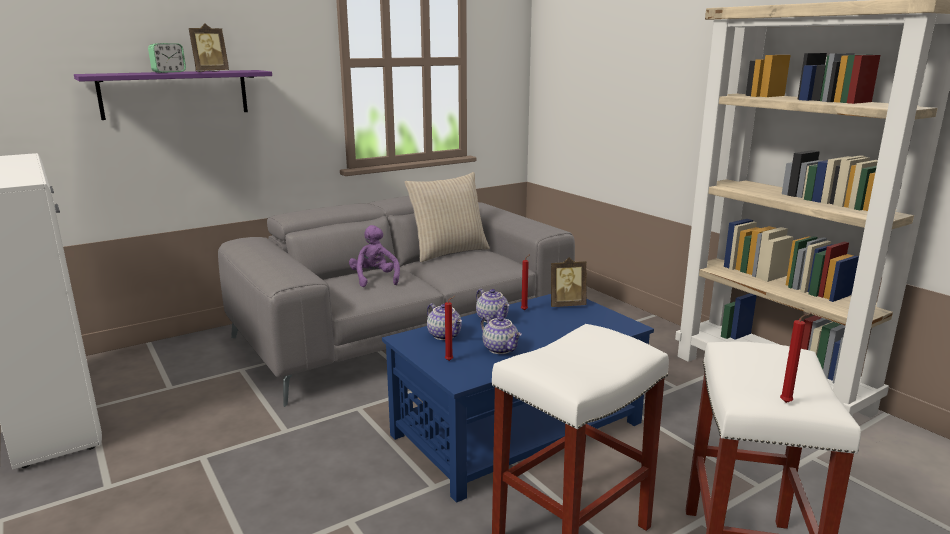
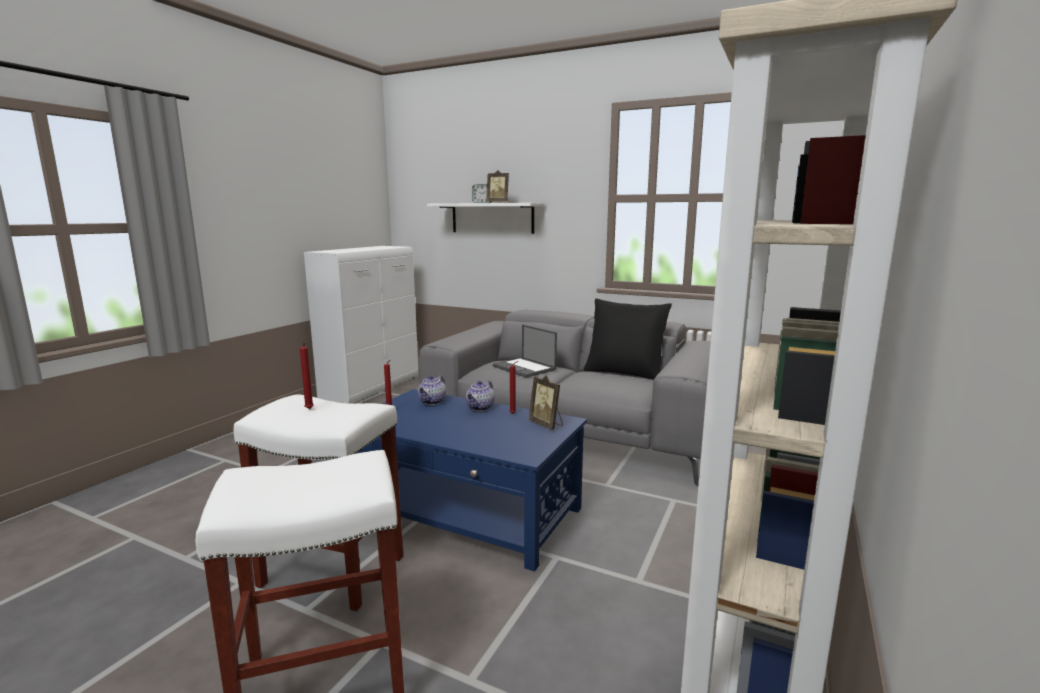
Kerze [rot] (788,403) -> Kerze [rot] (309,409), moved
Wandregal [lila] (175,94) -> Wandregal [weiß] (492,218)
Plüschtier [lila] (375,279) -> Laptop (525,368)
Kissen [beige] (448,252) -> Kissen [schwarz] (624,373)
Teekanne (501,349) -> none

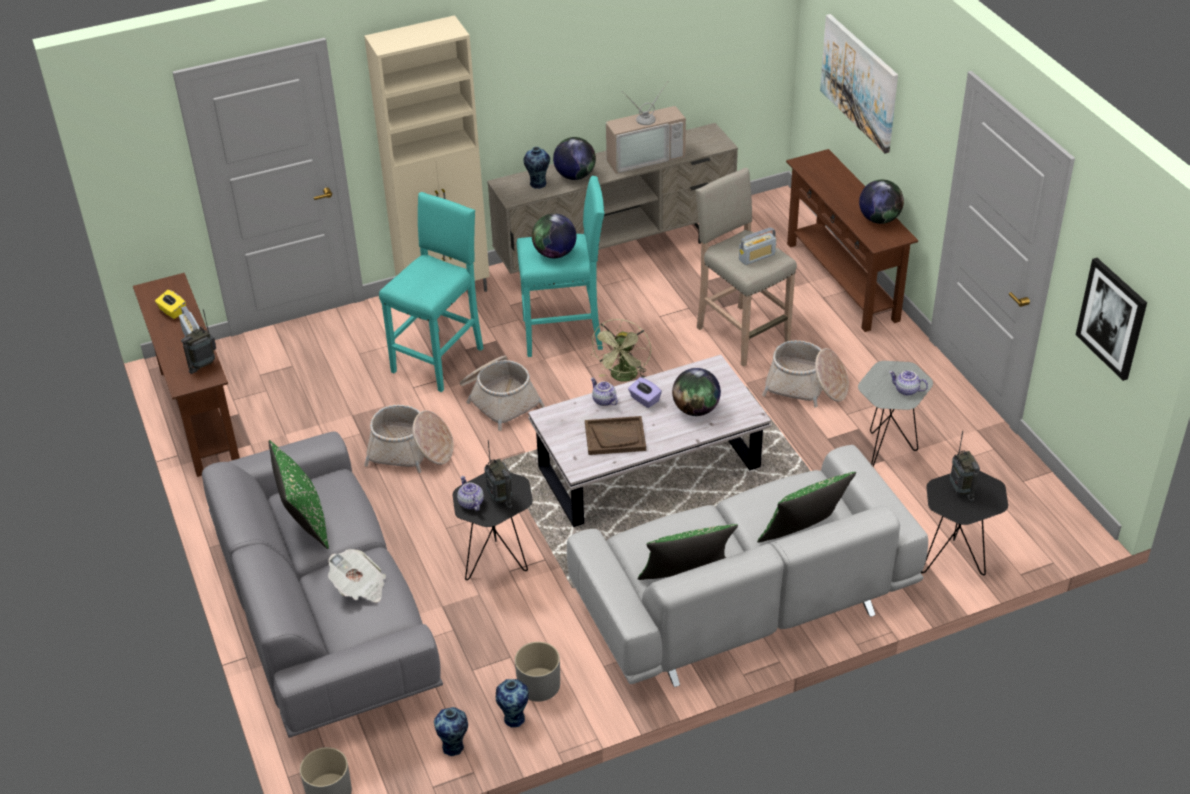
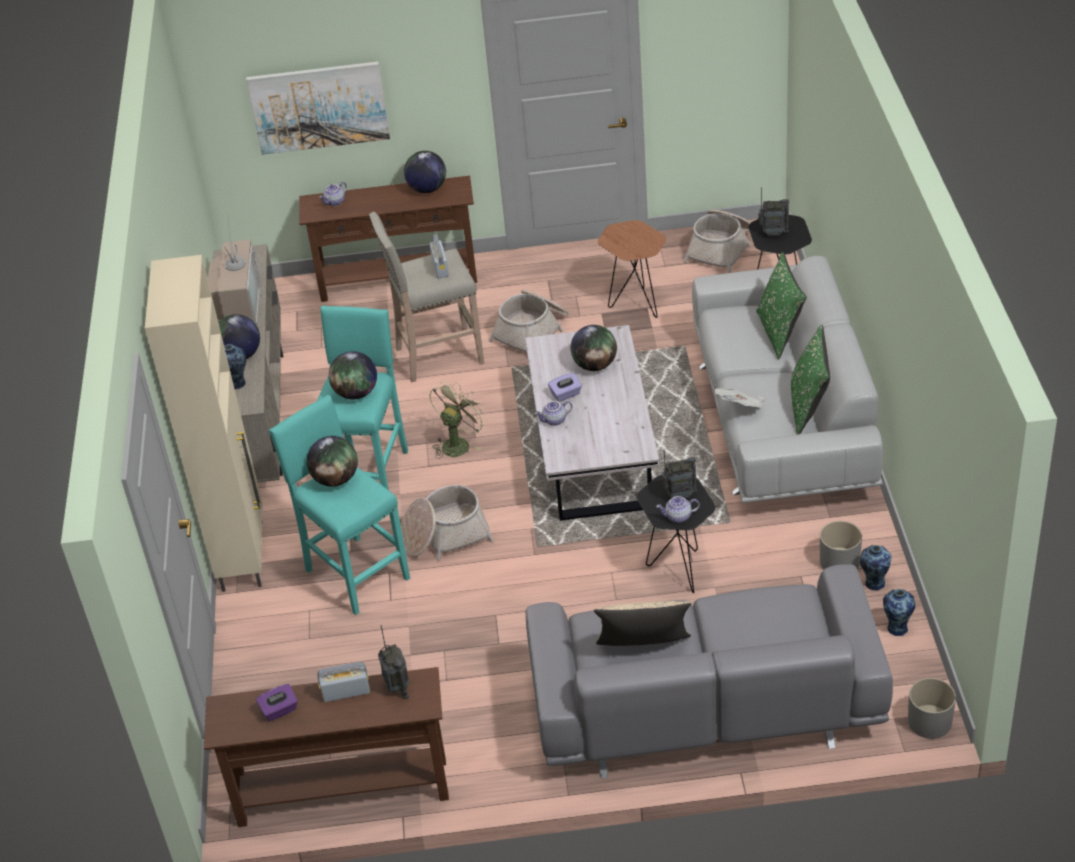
Taschentuchbox [gelb] (172,311) -> Taschentuchbox [lila] (279,710)
none -> Globus (336,479)
Teekanne (906,390) -> Teekanne (335,202), moved
Ventilator [grün] (623,377) -> Ventilator [grün] (458,443), 90 degrees counterclockwise
Kissen [grün] (304,523) -> Kissen [beige] (644,652)
Beistelltisch [grau] (887,449) -> Beistelltisch [braun] (635,303)
Korb (410,451) -> Korb (721,249), moved
Zeitung (359,587) -> Zeitung (741,407), moved
Tablett [braun] (615,437) -> none
Bild (1112,318) -> none

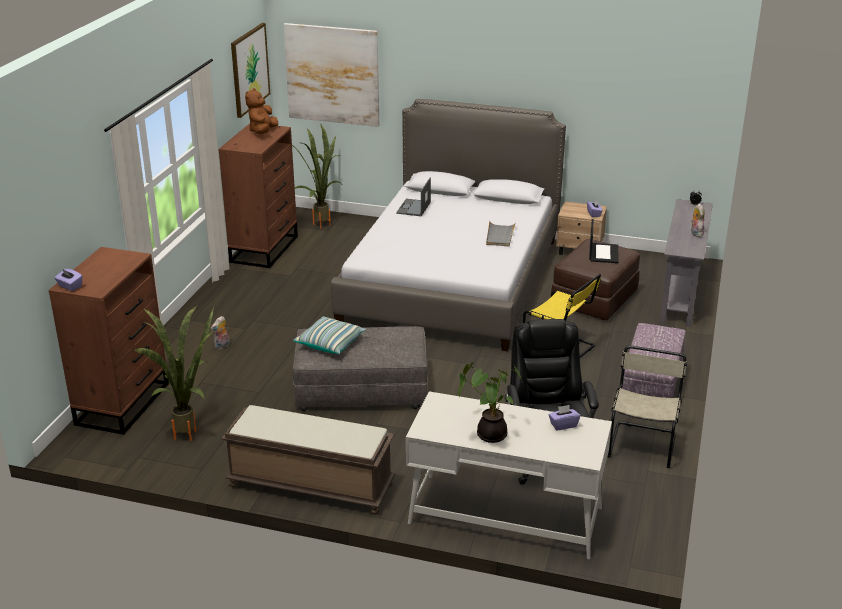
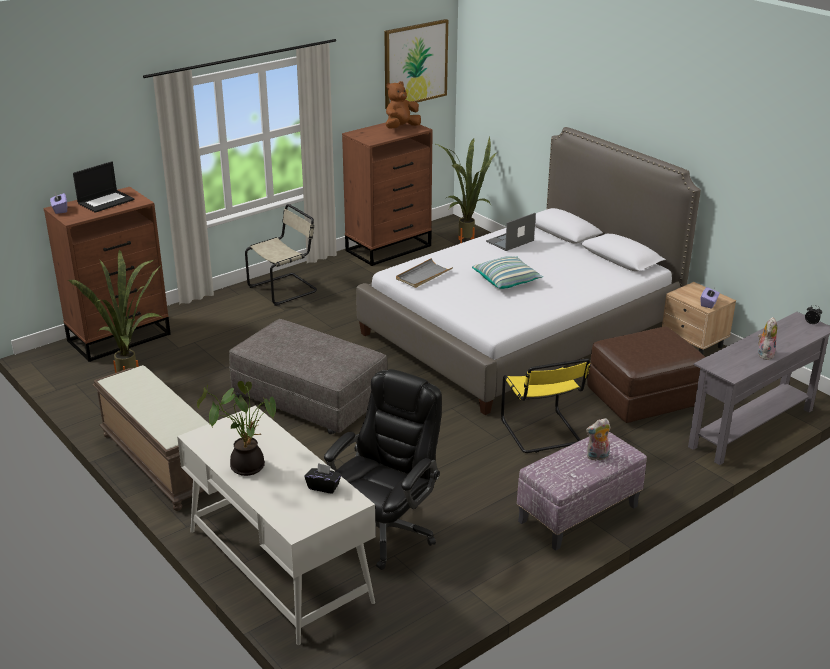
Laptop (603,253) -> Laptop (106,201), moved
Stuhl [beige] (642,444) -> Stuhl [beige] (285,289), moved
Taschentuchbox [lila] (563,425) -> Taschentuchbox [schwarz] (323,487)
Tablett [grau] (500,236) -> Tablett [grau] (423,275), moved
Kissen (330,343) -> Kissen (507,280), moved
Plüschtier (222,346) -> Plüschtier (597,457), moved
Bild (332,74) -> none

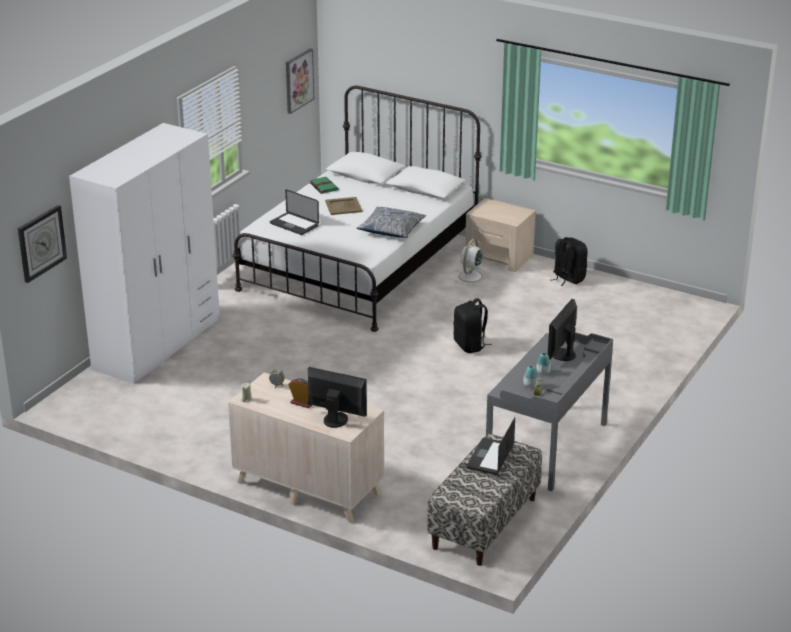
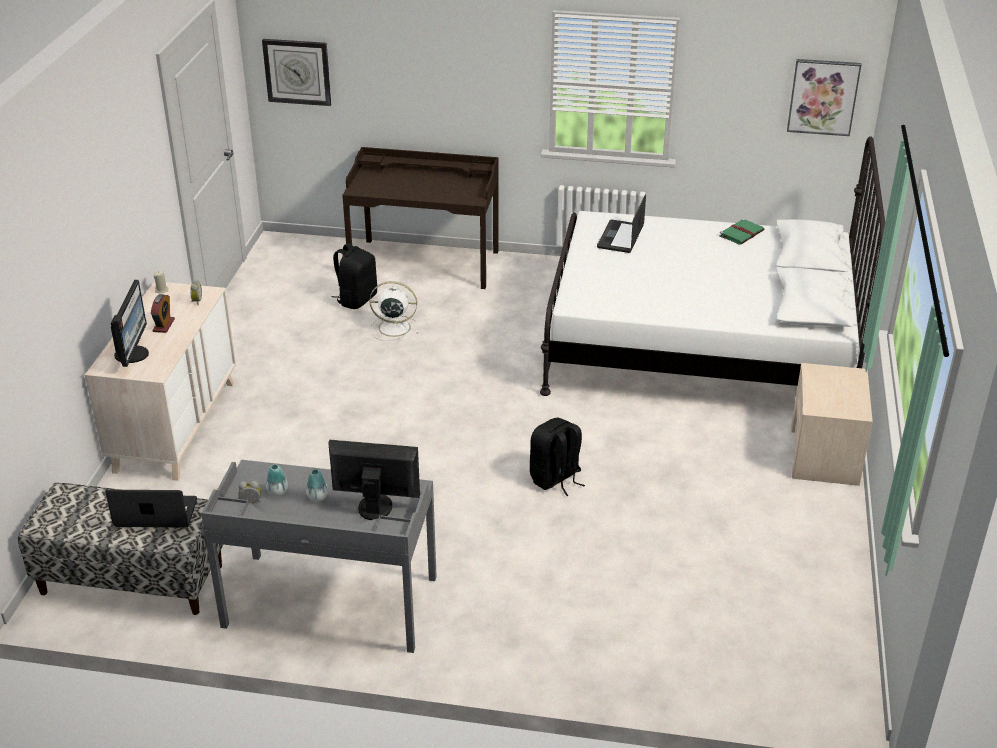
Rucksack [schwarz] (568,278) -> Rucksack [schwarz] (356,299), moved
Kleiderschrank [weiß] (157,344) -> Schreibtisch [braun] (425,263)
Ventilator [weiß] (469,277) -> Ventilator [weiß] (393,328), moved
Tablett [beige] (343,206) -> none
Kissen (391,229) -> none

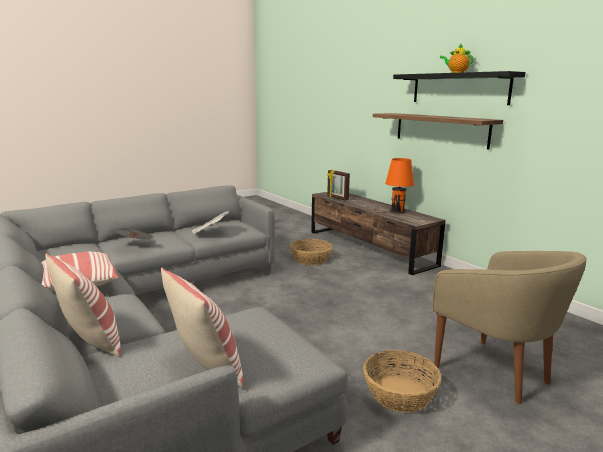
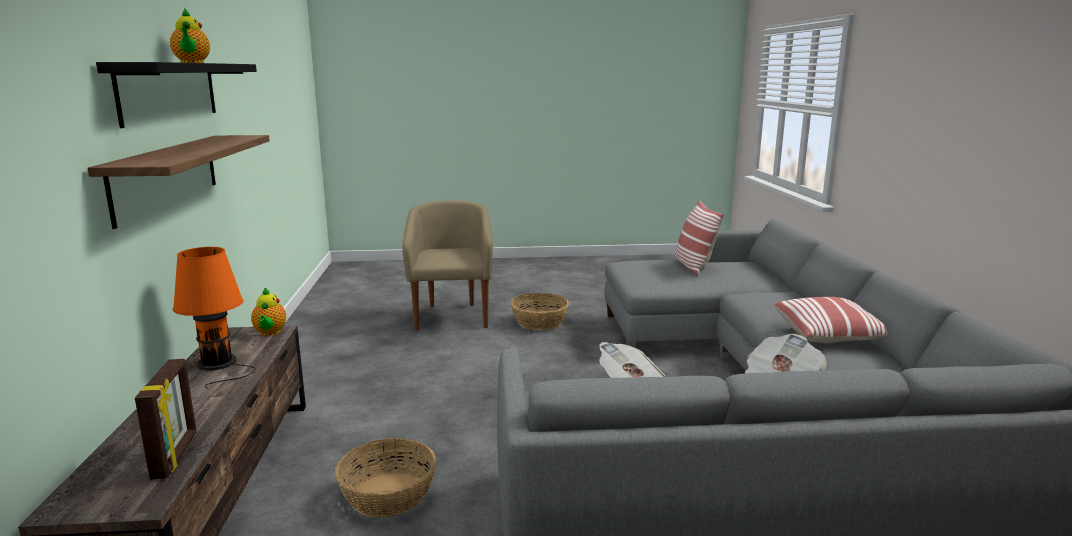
none -> Teekanne (270,332)
Kissen (91,341) -> none

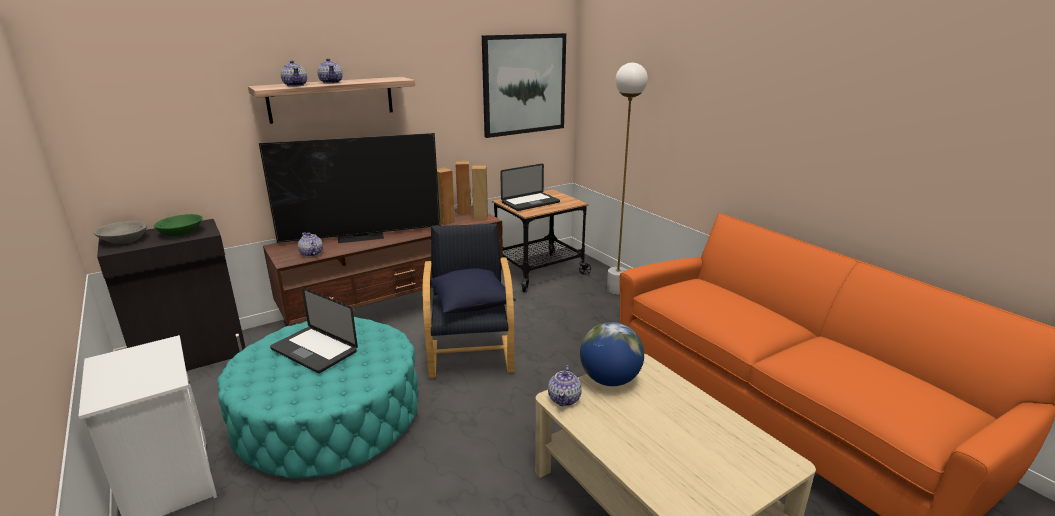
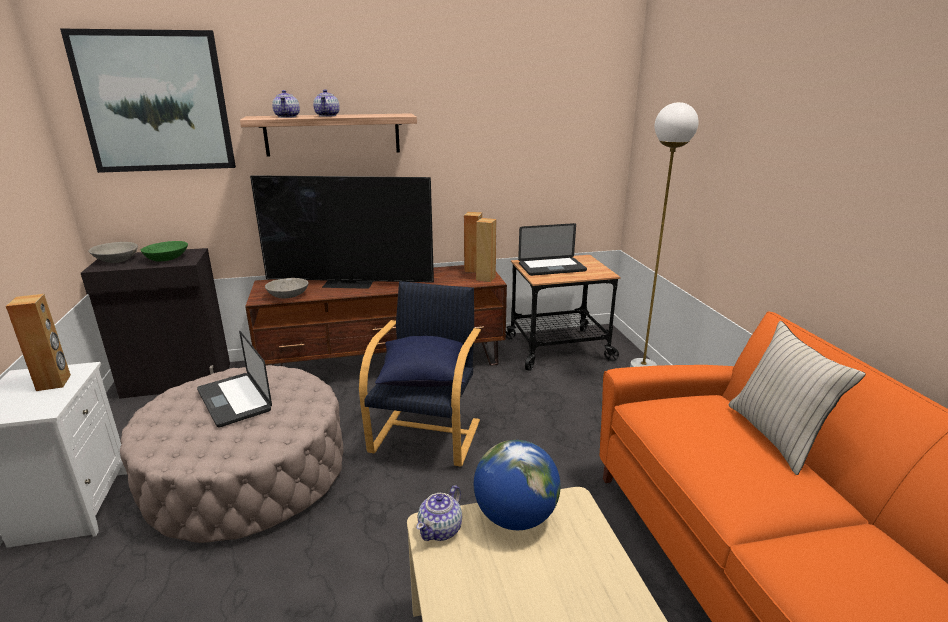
Lautsprecher [braun] (445,221) -> Lautsprecher [braun] (54,383), moved
Bild (524,84) -> Bild (155,102), moved
Polsterhocker [türkis] (329,418) -> Polsterhocker [beige] (246,474)
Teekanne (311,254) -> Schüssel [grau] (288,295)
none -> Kissen [beige] (776,436)

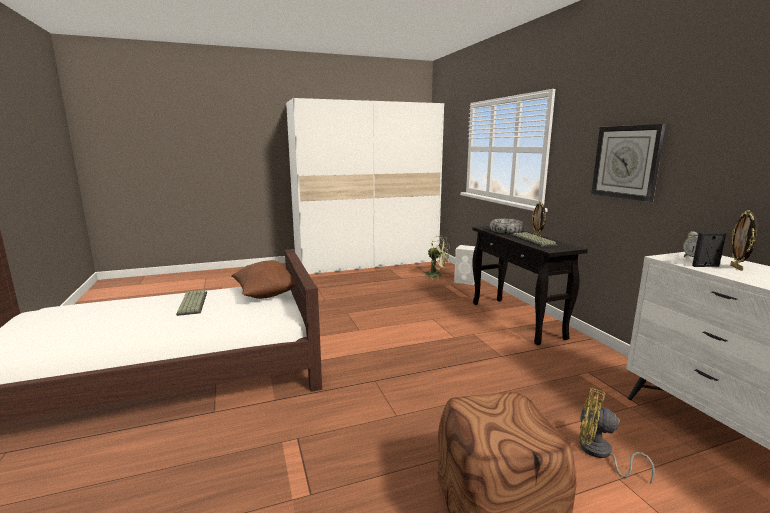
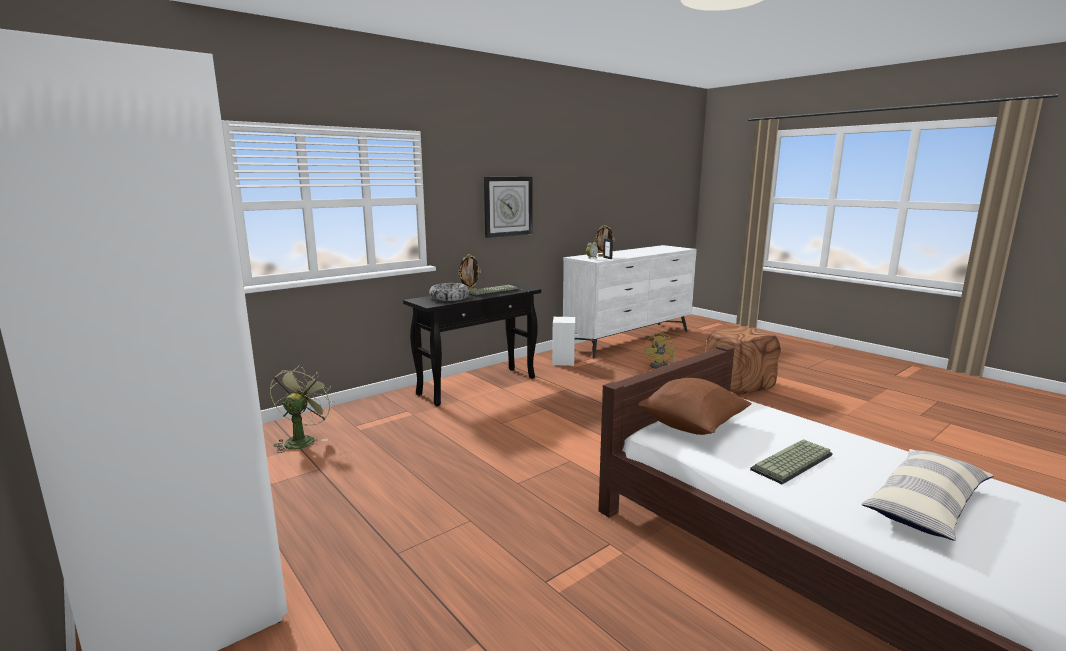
Lautsprecher [weiß] (466,281) -> Lautsprecher [weiß] (563,361), moved
none -> Kissen (926,506)

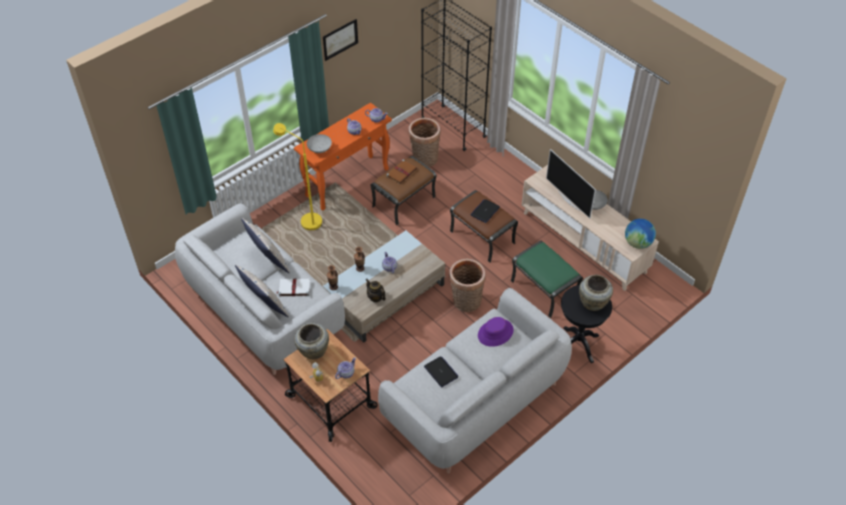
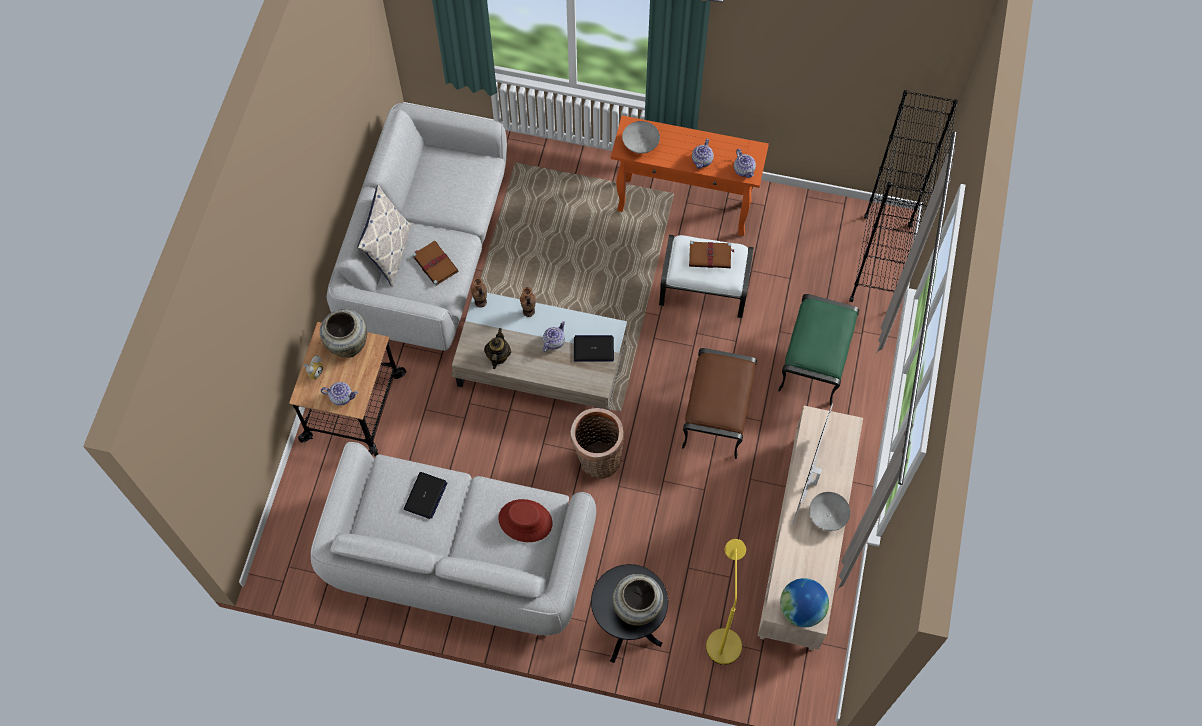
Buch [weiß] (293,288) -> Buch [braun] (434,263)
Hut [lila] (495,333) -> Hut [rot] (525,521)
Laptop (485,211) -> Laptop (594,349), moved
Polsterhocker [braun] (404,202) -> Polsterhocker [weiß] (703,289)
Stehlampe [gelb] (306,220) -> Stehlampe [gelb] (722,636), moved
Polsterhocker [grün] (545,290) -> Polsterhocker [grün] (815,362), moved
Kissen (269,261) -> none
Bild (340,39) -> none
Korb (424,160) -> none

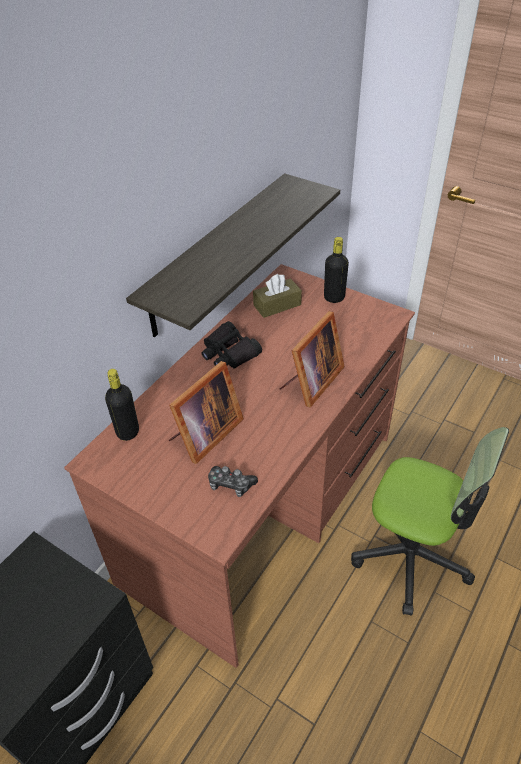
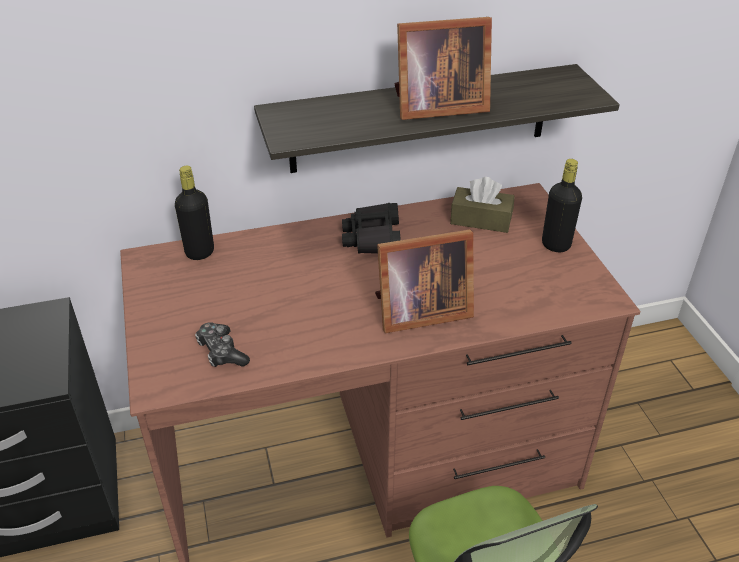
Bilderrahmen (204,435) -> Bilderrahmen (436,107), moved

